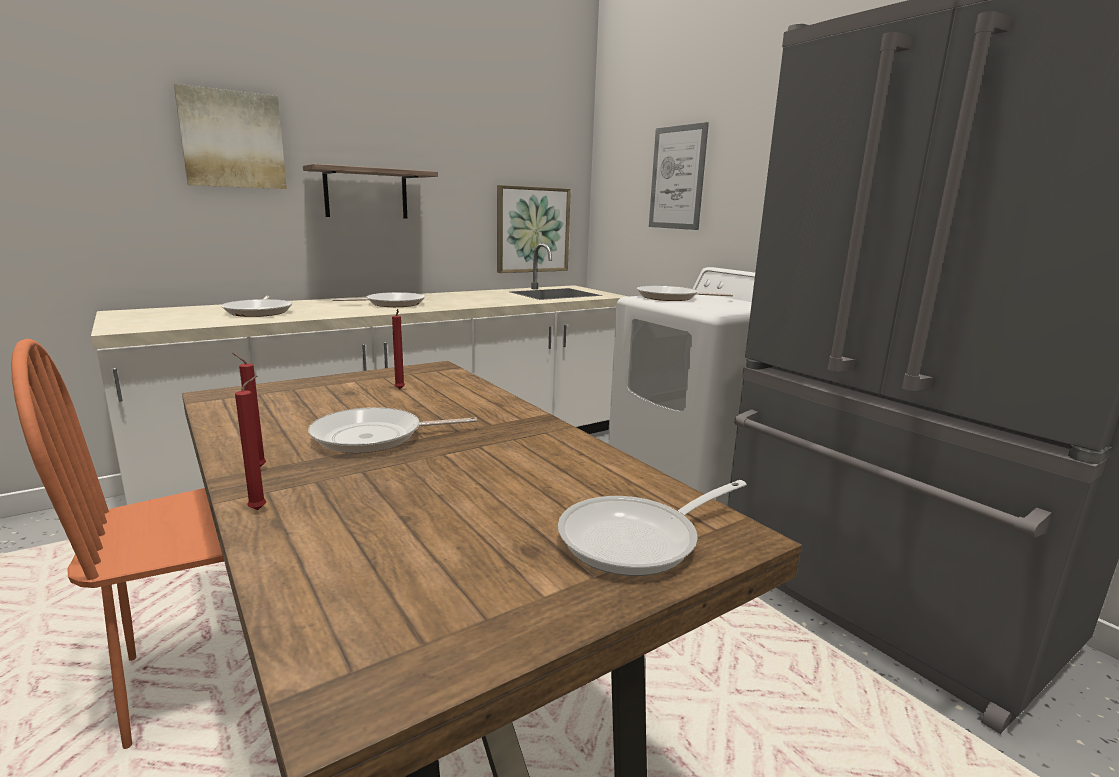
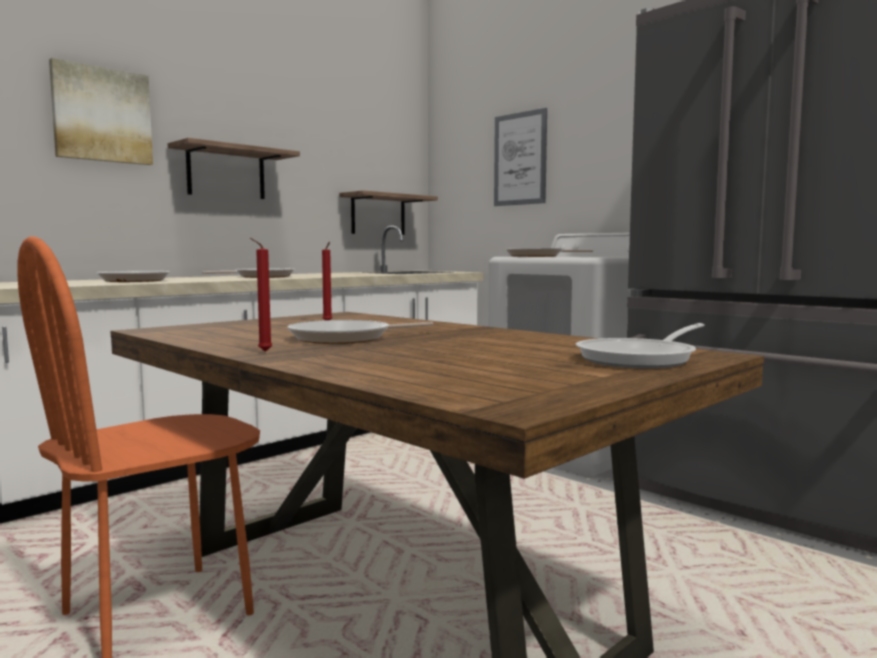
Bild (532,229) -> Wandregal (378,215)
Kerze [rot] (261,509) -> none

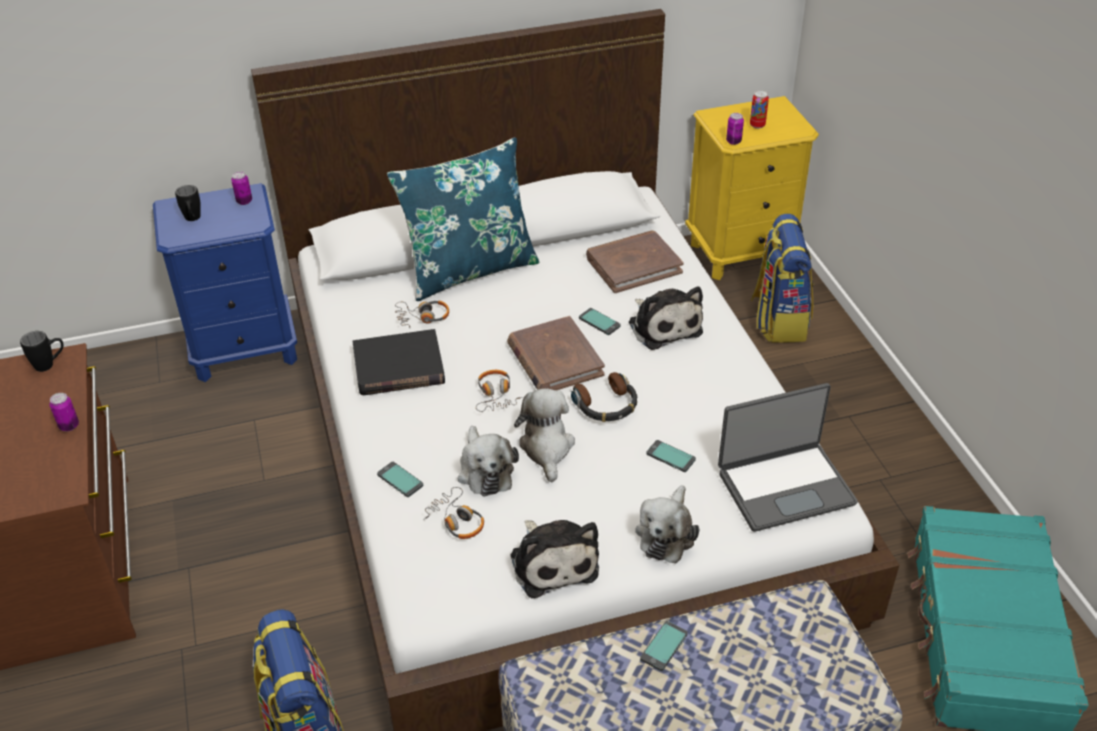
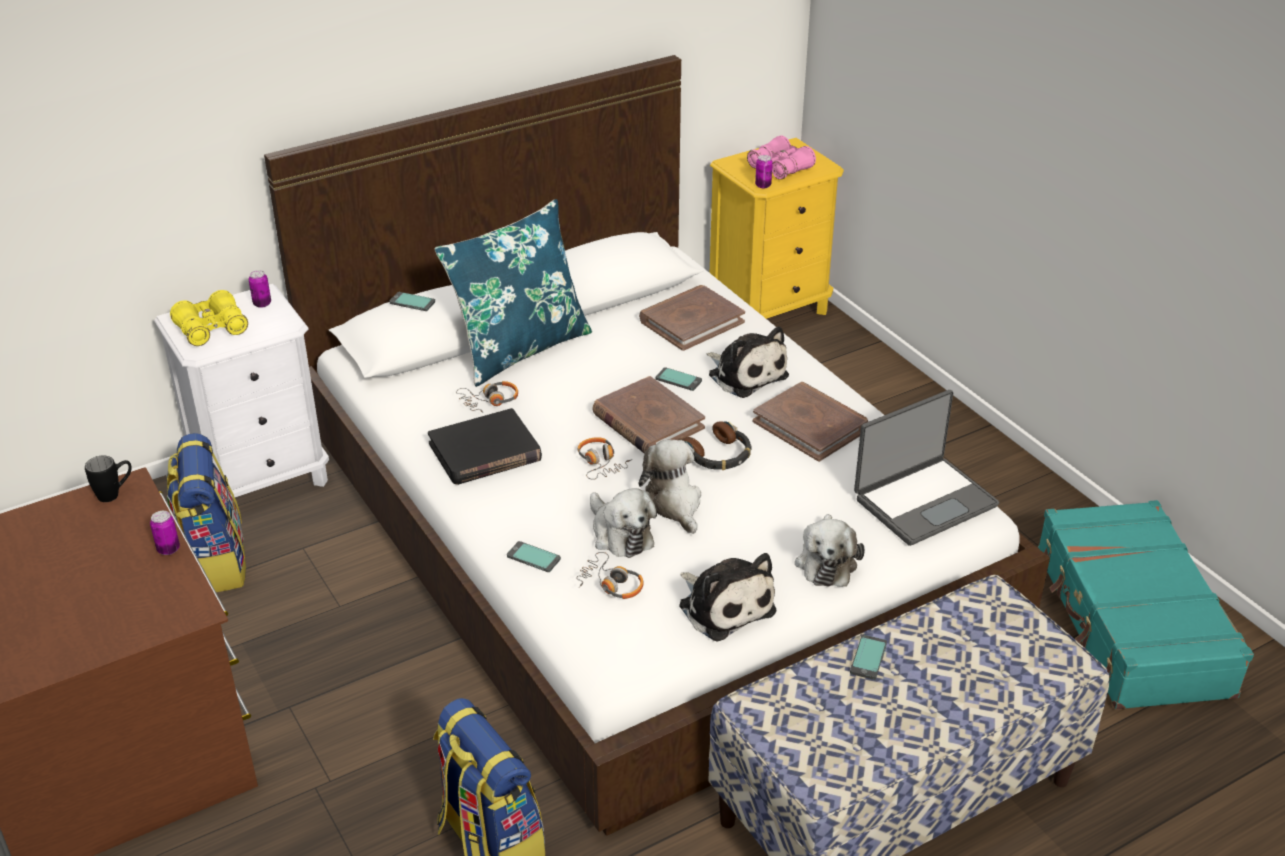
Nachttisch [blau] (245,349) -> Nachttisch [weiß] (262,479)
Rucksack (778,319) -> Rucksack (214,563), moved
Henkelbecher [schwarz] (193,220) -> Fernglas [gelb] (211,329)
Handy (670,457) -> Handy (412,302), moved
Dose (757,125) -> Fernglas [rosa] (780,168)
none -> Buch [braun] (810,425)

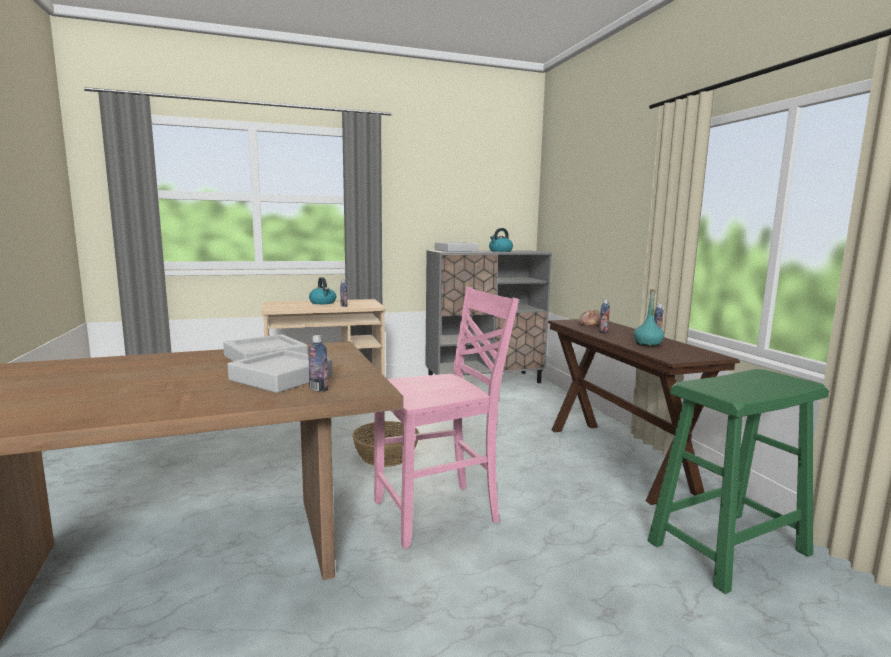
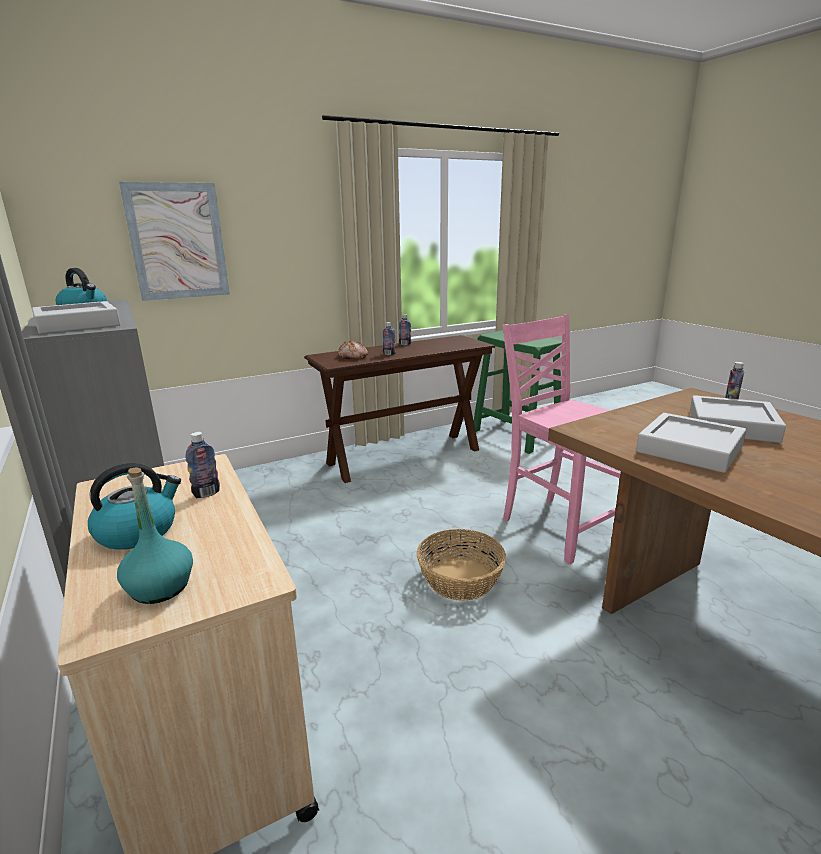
Flasche [türkis] (647,344) -> Flasche [türkis] (161,587), moved
none -> Bild (177,242)

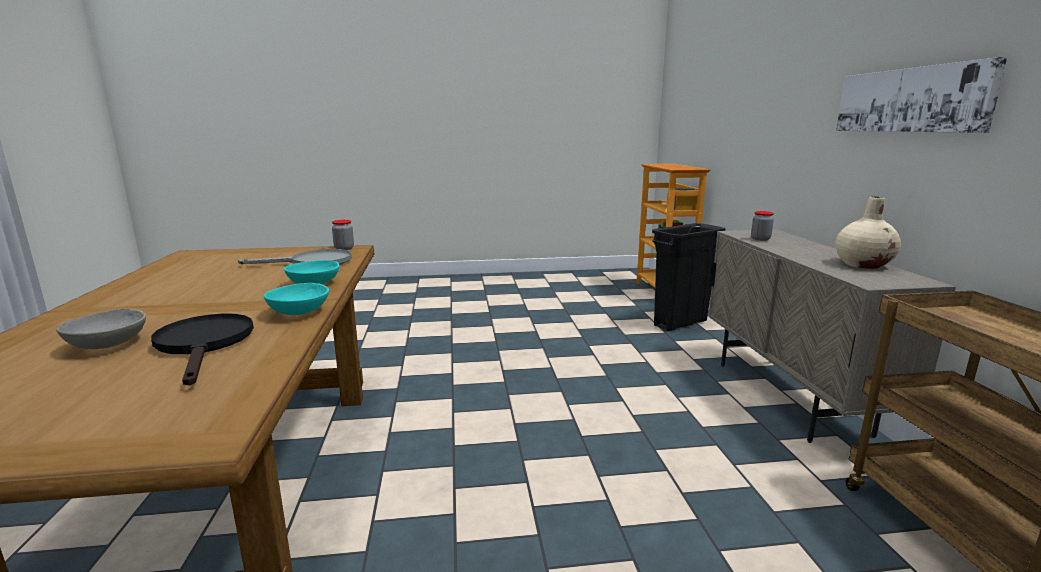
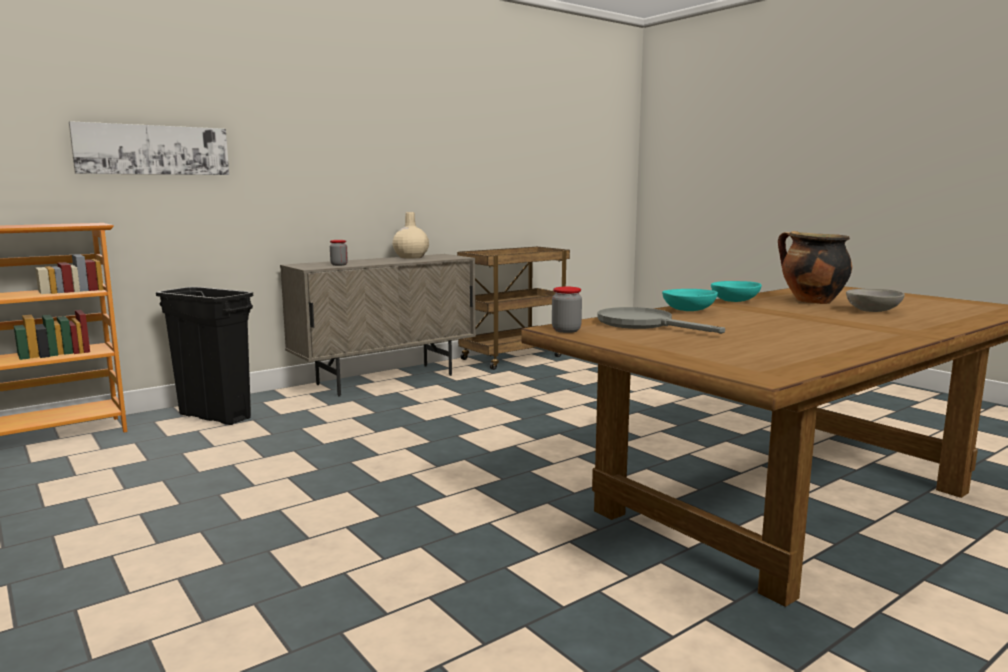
Bild (910,100) -> Bild (153,150), moved
Pfanne [schwarz] (205,344) -> Kochtopf (811,301)

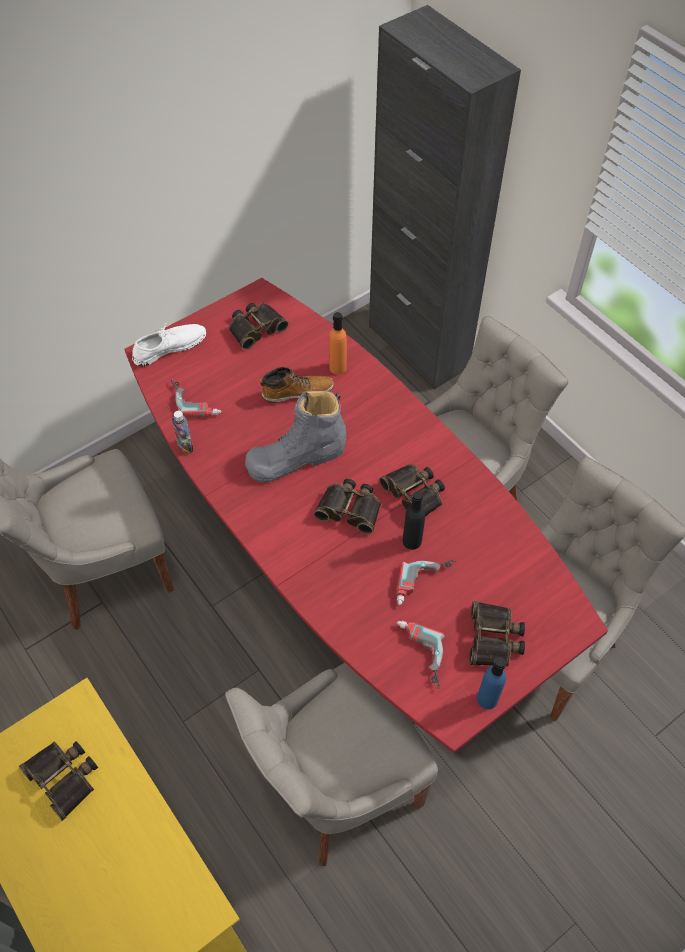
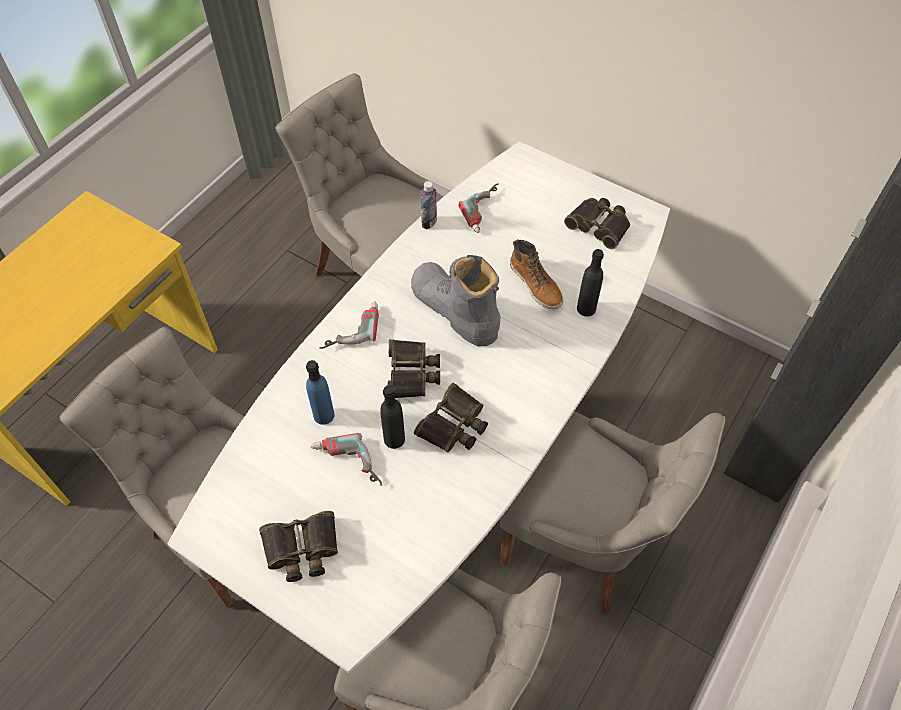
Esstisch [rot] (342,571) -> Esstisch [weiß] (451,456)
Flasche [blau] (487,699) -> Flasche [blau] (324,415), moved
Bohrmaschine (417,655) -> Bohrmaschine (350,328), moved
Flasche [orange] (338,368) -> Flasche [schwarz] (586,308)
Fernglas (64,777) -> none
Schuh [weiß] (169,347) -> none

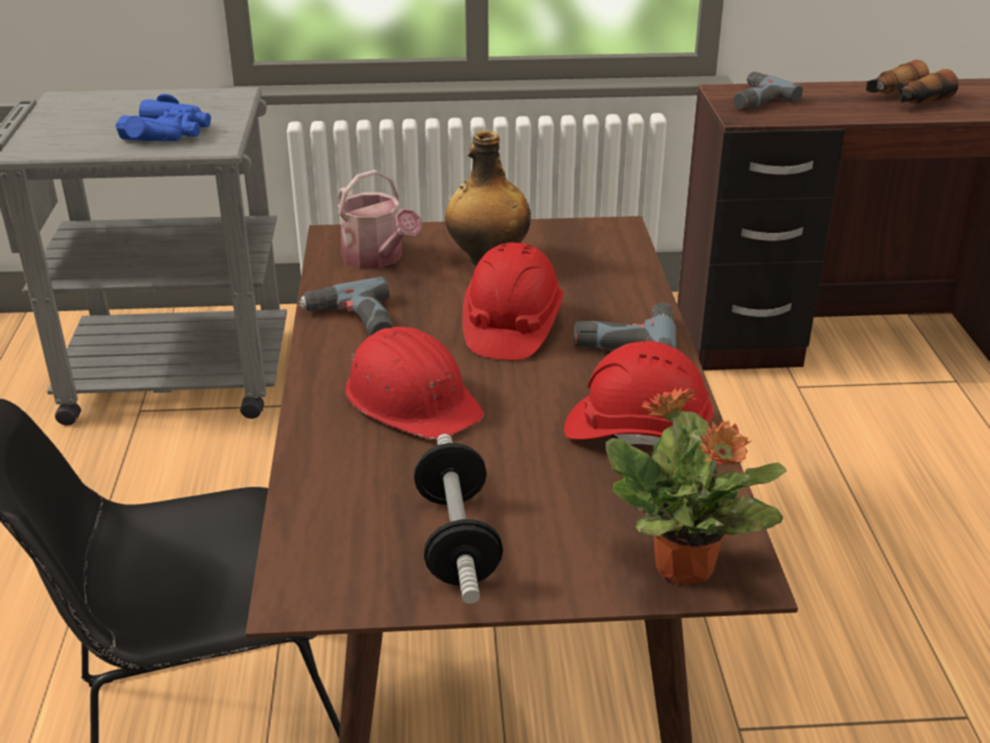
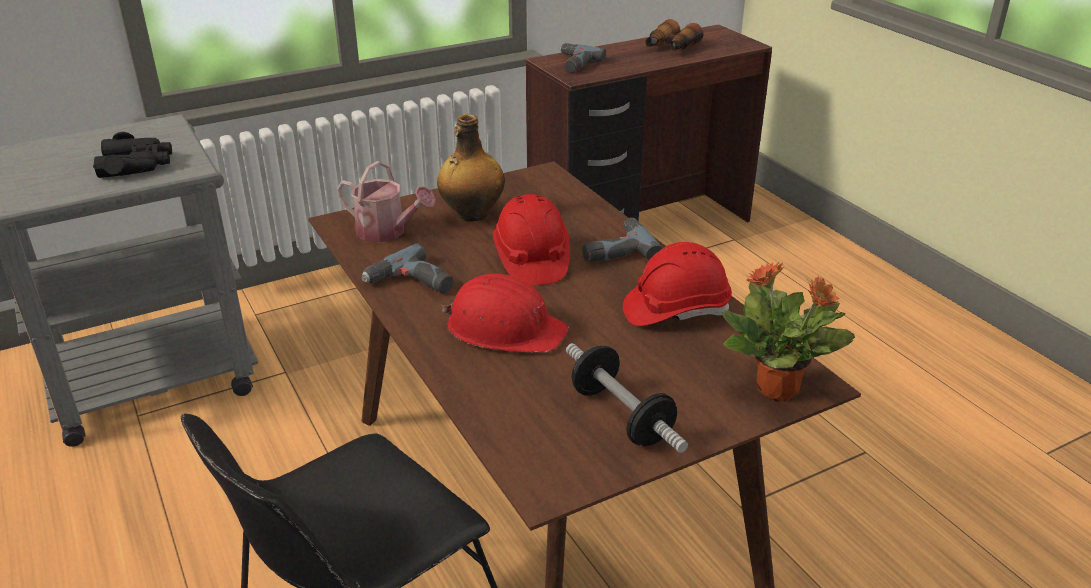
Fernglas [blau] (168,133) -> Fernglas [schwarz] (136,165)

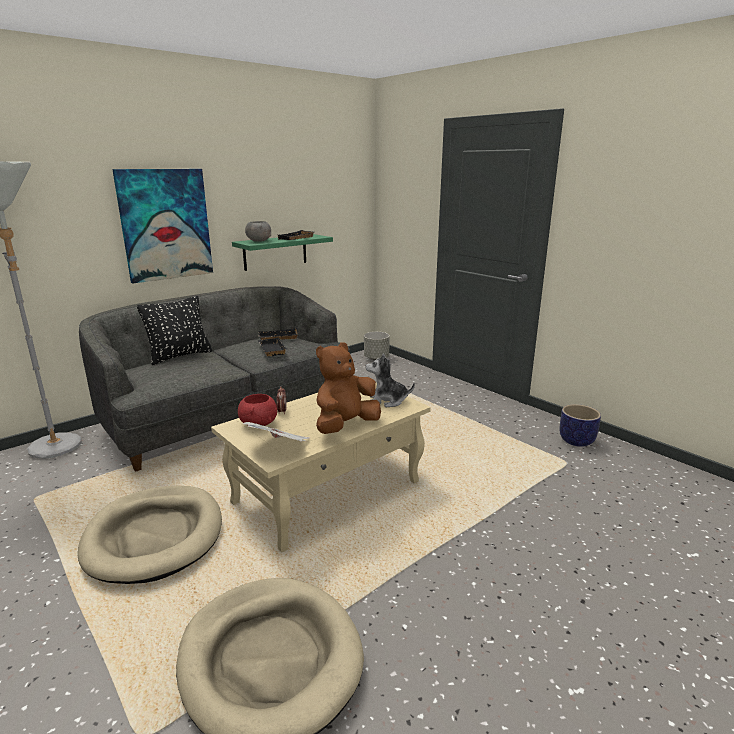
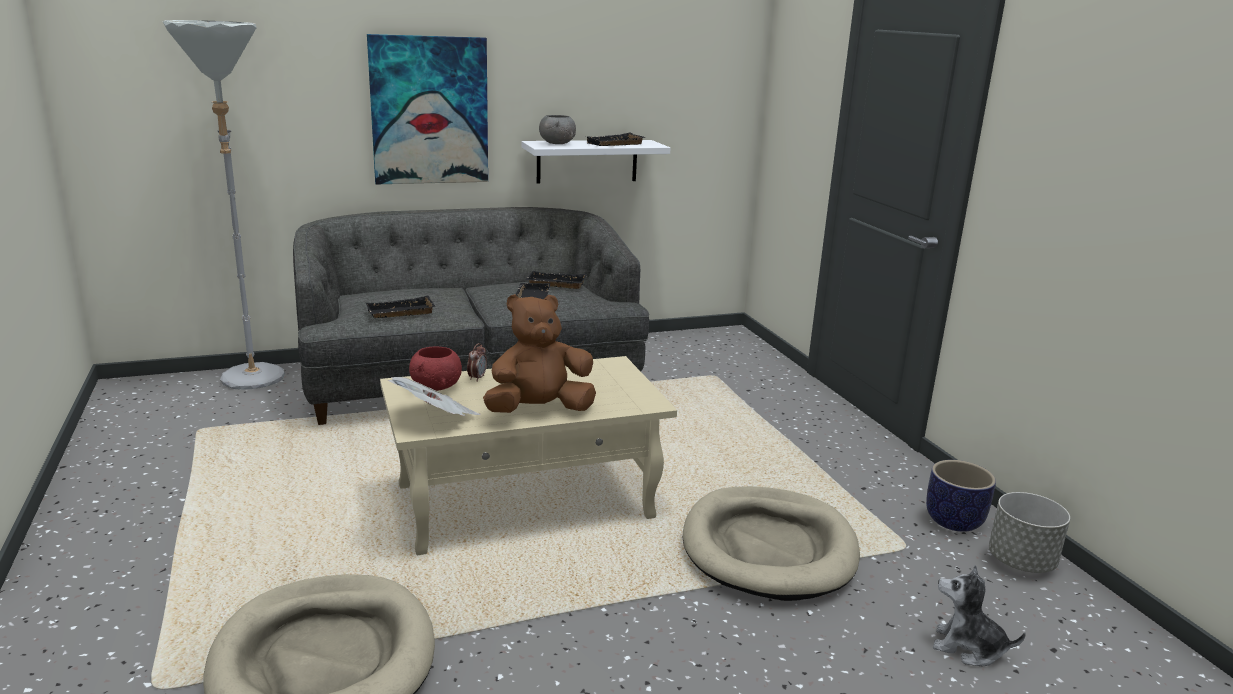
none -> Tablett [schwarz] (400,313)
Wandregal [grün] (275,252) -> Wandregal [weiß] (587,161)
Hundebett [beige] (155,536) -> Hundebett [beige] (768,548), moved
Plüschtier (387,401) -> Plüschtier (968,648), moved
Pflanzkübel [grau] (376,358) -> Pflanzkübel [grau] (1021,562), moved
Kissen [schwarz] (180,356) -> none

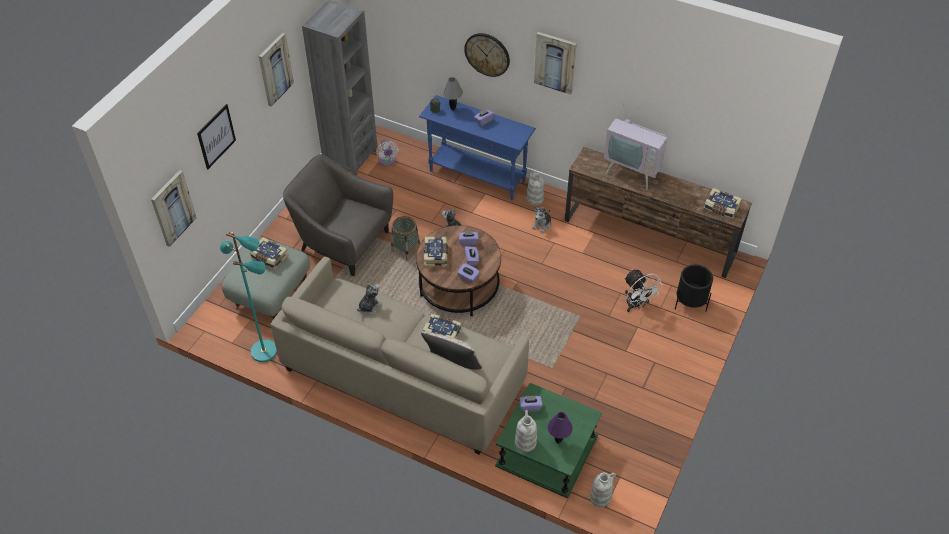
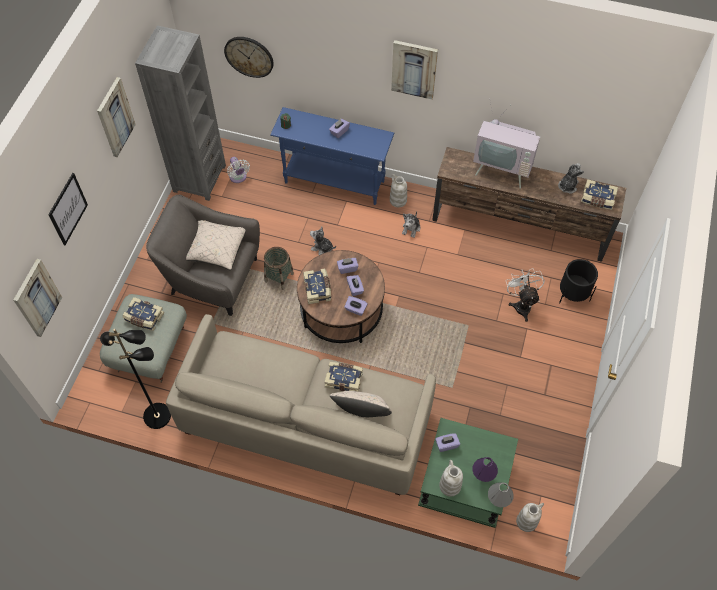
Stehlampe [türkis] (264,351) -> Stehlampe [schwarz] (158,415)
none -> Kissen [beige] (216,249)
Wanduhr (487,54) -> Wanduhr (249,56), moved
Tischlampe [grau] (452,108) -> Tischlampe [grau] (496,502), moved
Ventilator [weiß] (636,305) -> Ventilator [weiß] (521,304), 150 degrees counterclockwise
Plüschtier (369,307) -> Plüschtier (567,186), moved

